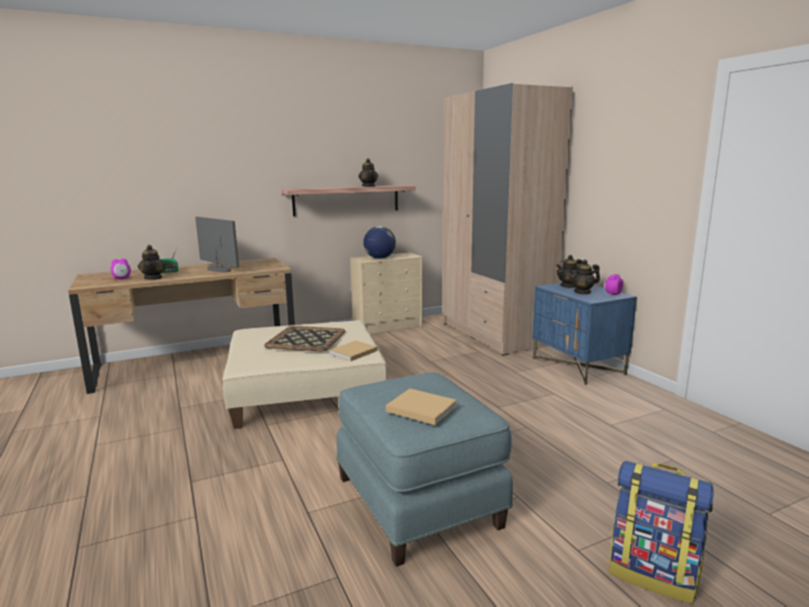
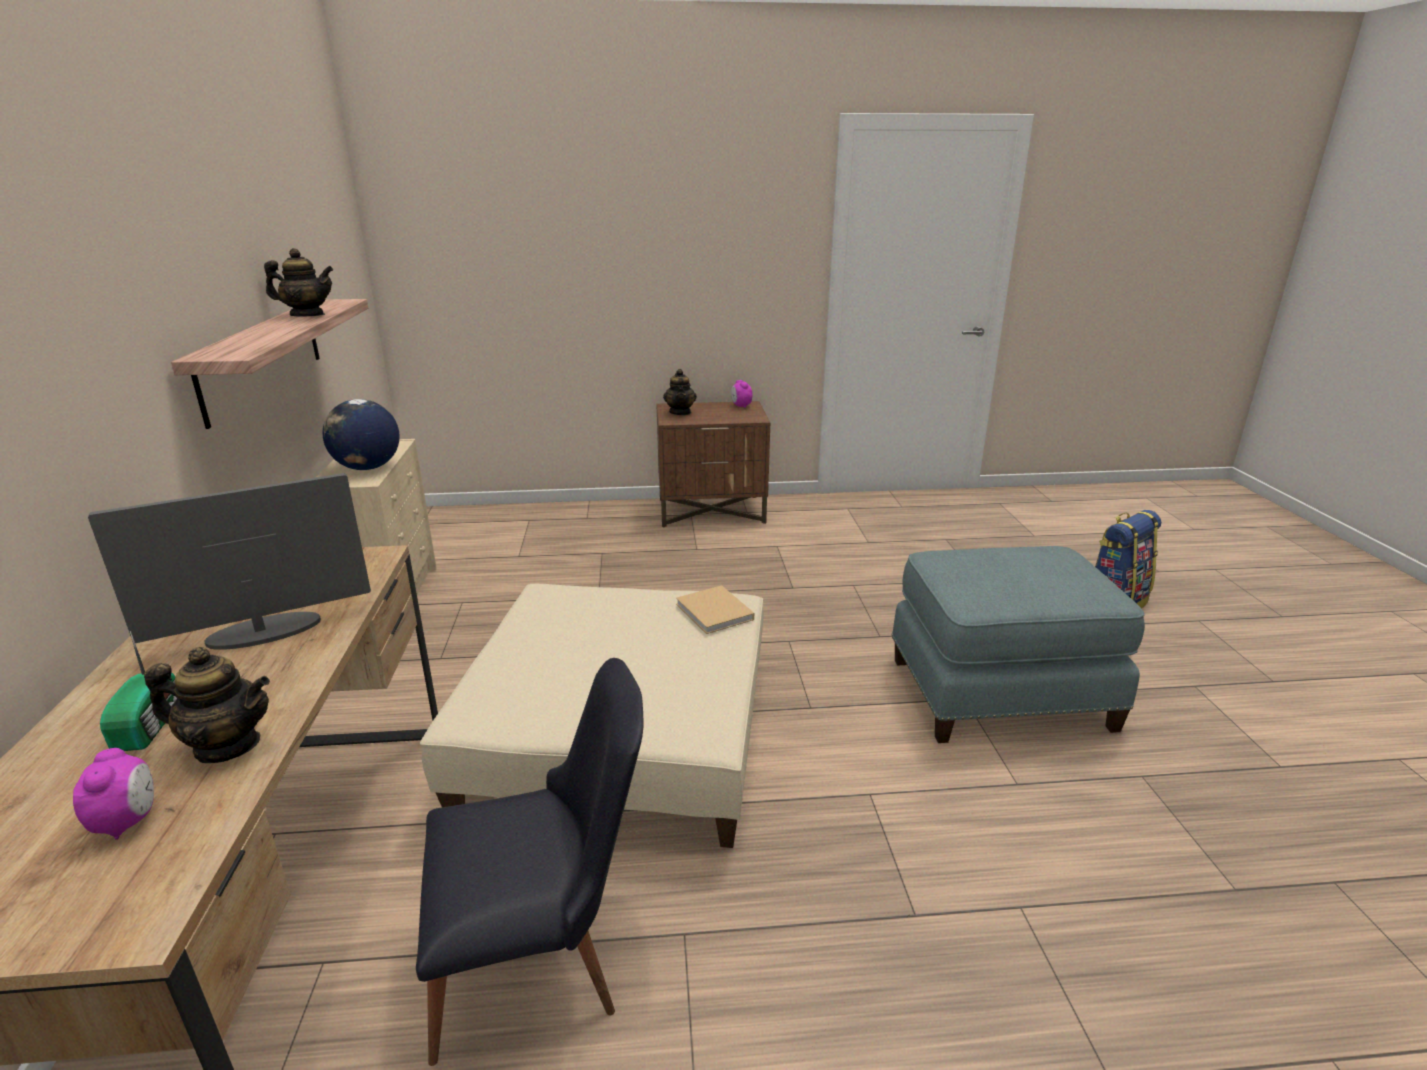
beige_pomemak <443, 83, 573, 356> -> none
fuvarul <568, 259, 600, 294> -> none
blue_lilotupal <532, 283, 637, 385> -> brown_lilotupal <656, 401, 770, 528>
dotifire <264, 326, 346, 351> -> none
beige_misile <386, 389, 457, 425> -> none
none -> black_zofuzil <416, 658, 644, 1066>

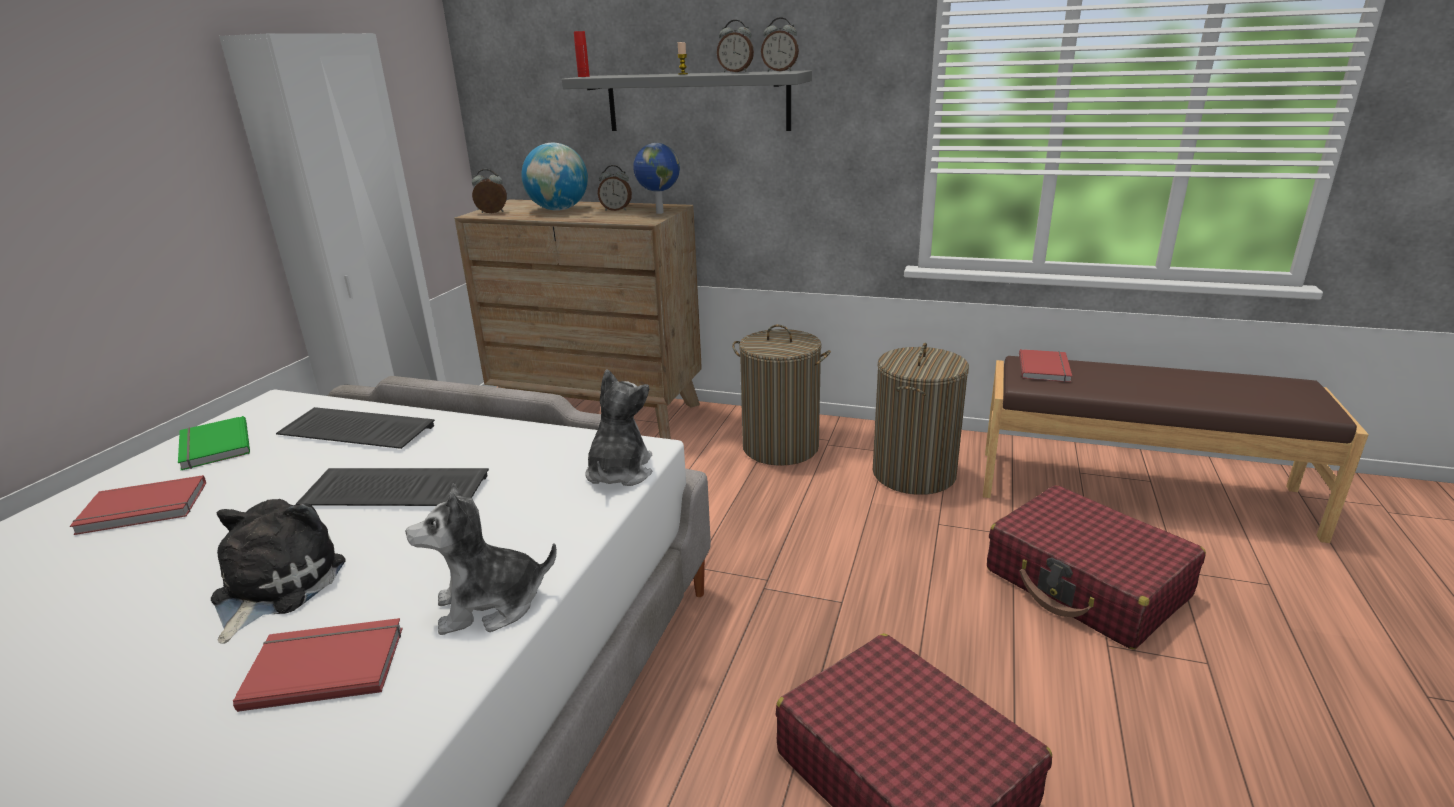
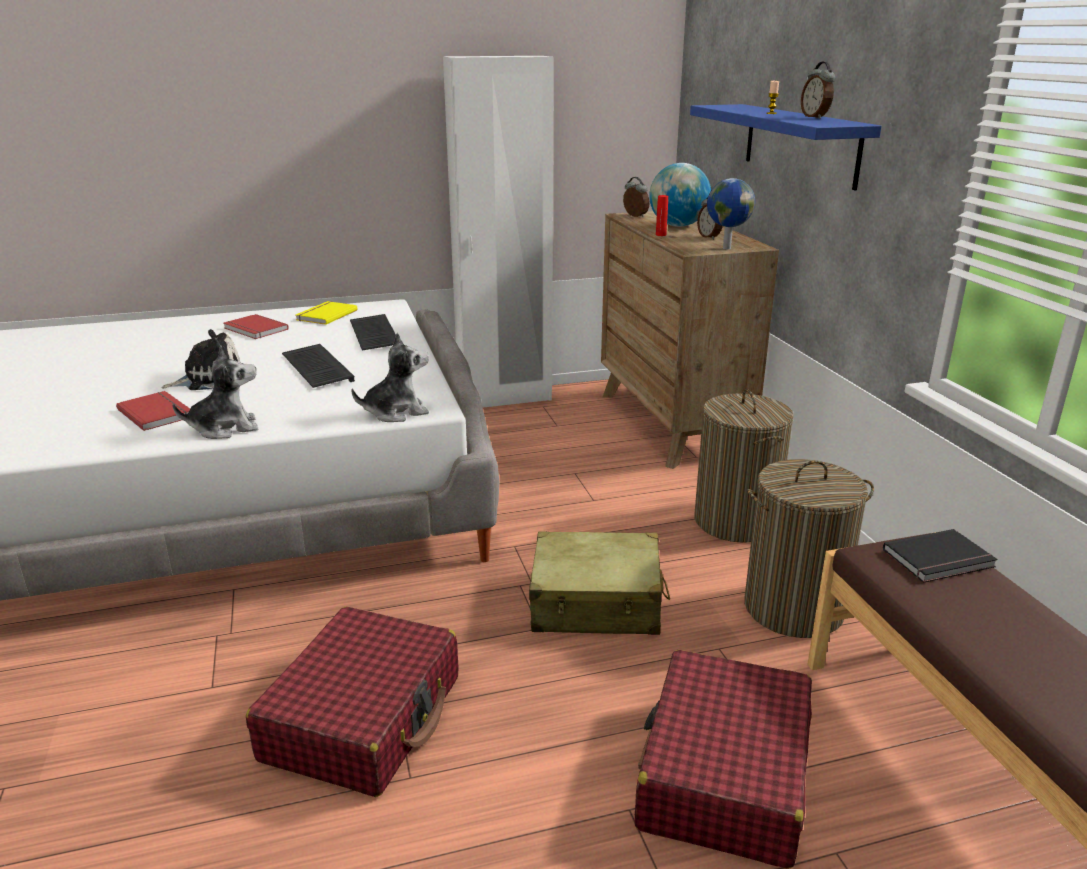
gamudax <761, 17, 799, 72> -> none
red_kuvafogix <574, 31, 590, 77> -> red_kuvafogix <656, 195, 668, 236>, relocated
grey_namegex <562, 70, 812, 131> -> blue_namegex <690, 104, 882, 190>
red_misile <1019, 349, 1072, 382> -> black_misile <883, 529, 998, 583>
green_misile <178, 416, 250, 470> -> yellow_misile <296, 301, 357, 325>
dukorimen <405, 484, 557, 635> -> dukorimen <173, 346, 258, 439>, 120 degrees clockwise
none -> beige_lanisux <529, 532, 670, 635>

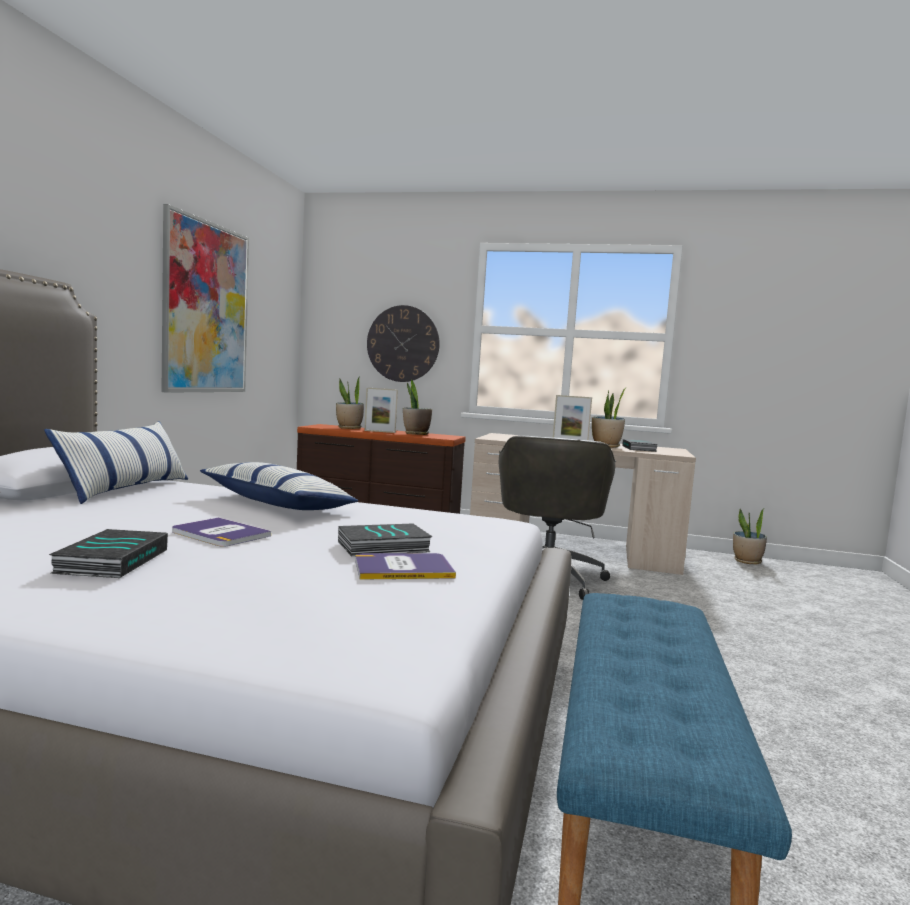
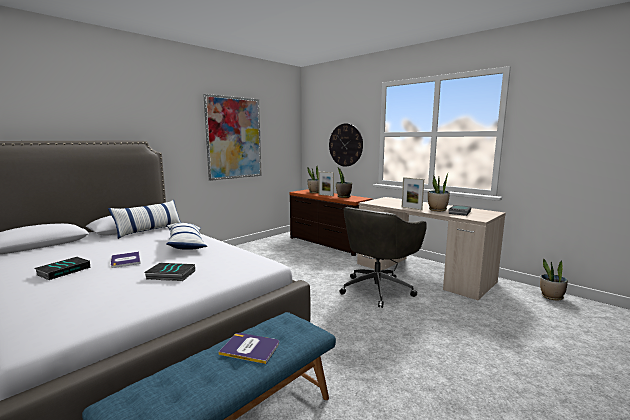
misile <355, 553, 456, 580> -> misile <219, 333, 279, 364>, relocated

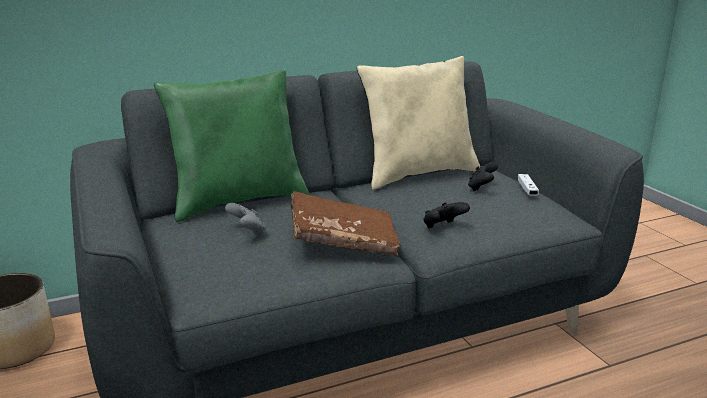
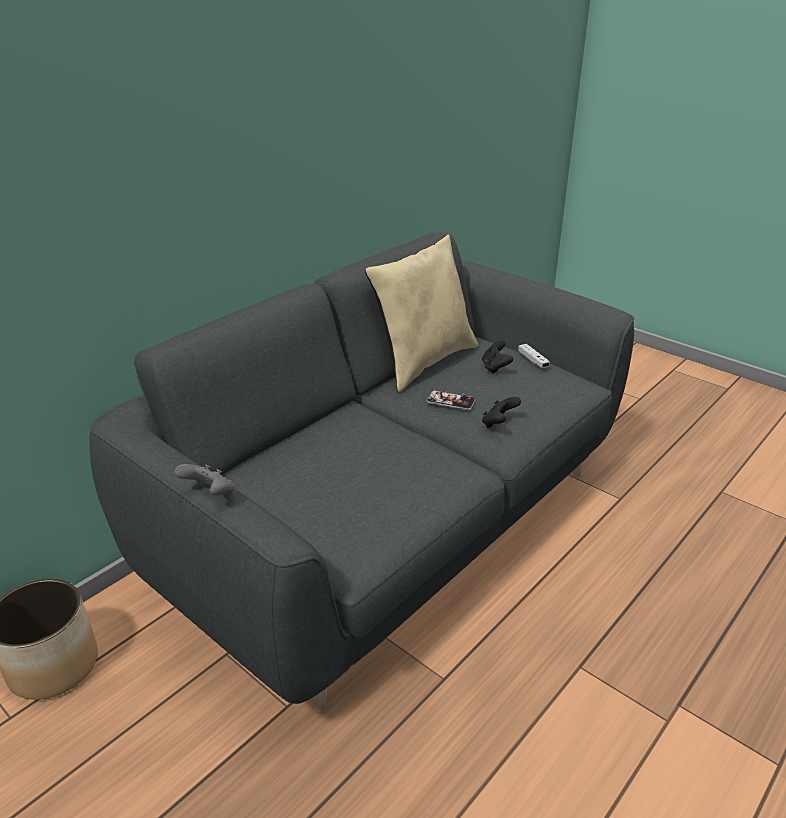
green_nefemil <154, 69, 310, 222> -> none
brown_misile <290, 191, 401, 257> -> none
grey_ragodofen <225, 203, 266, 236> -> grey_ragodofen <174, 464, 235, 497>, relocated
none -> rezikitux <426, 389, 475, 410>

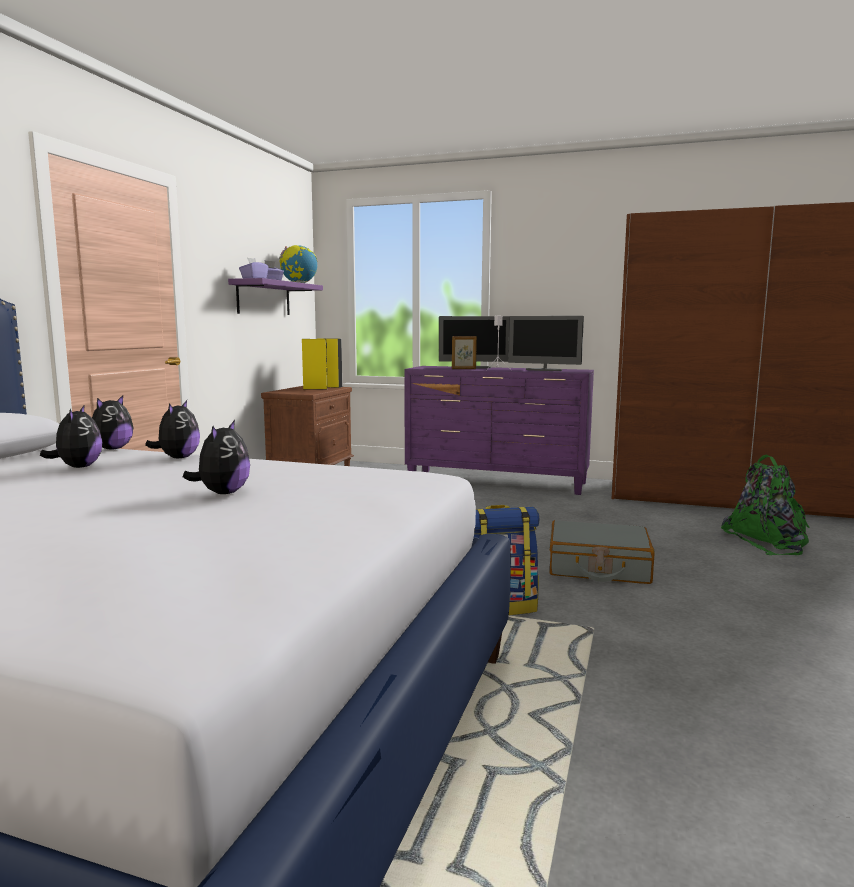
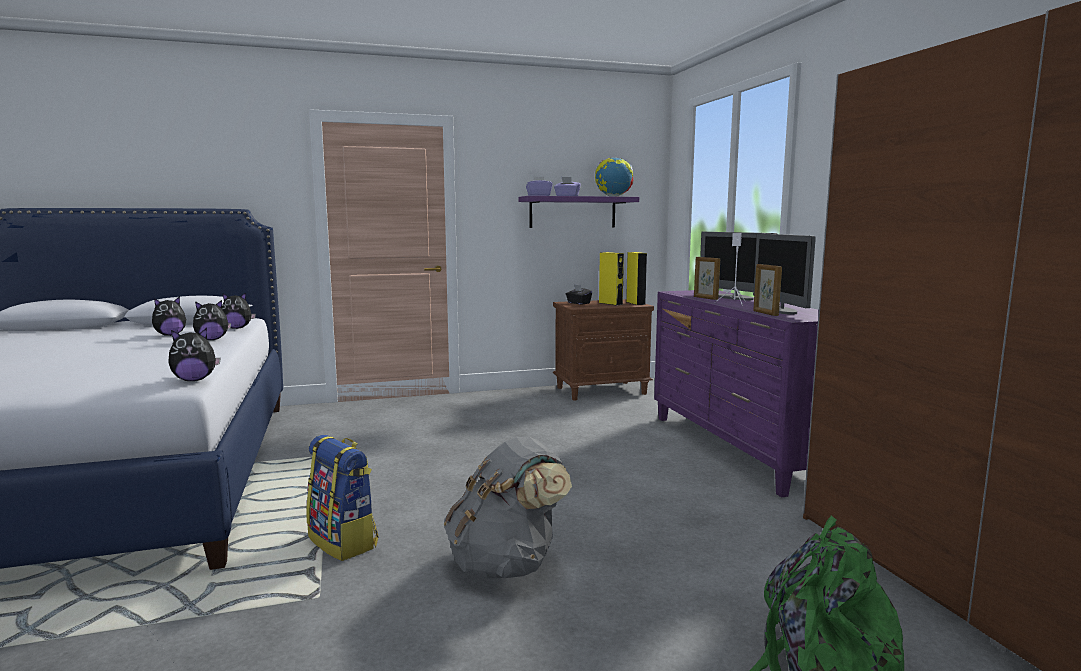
dukorimen <183, 420, 250, 494> -> dukorimen <168, 328, 220, 381>, relocated
grey_lanisux <549, 520, 655, 584> -> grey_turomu <444, 436, 572, 579>
none -> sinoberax <753, 264, 782, 316>
none -> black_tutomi <566, 285, 592, 305>

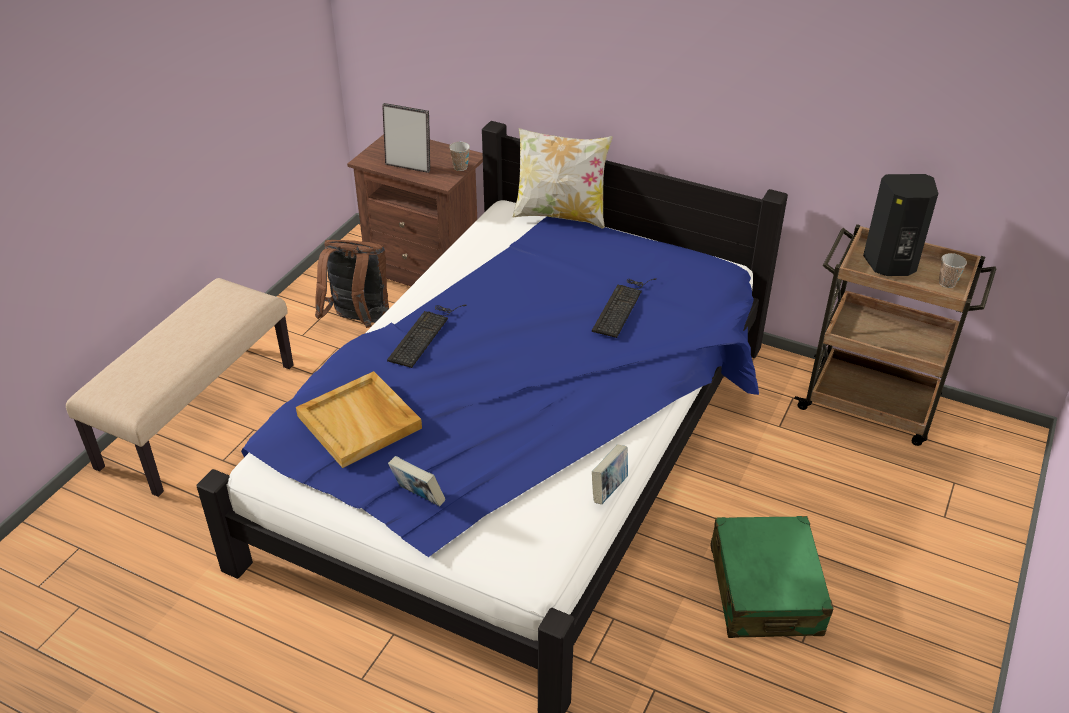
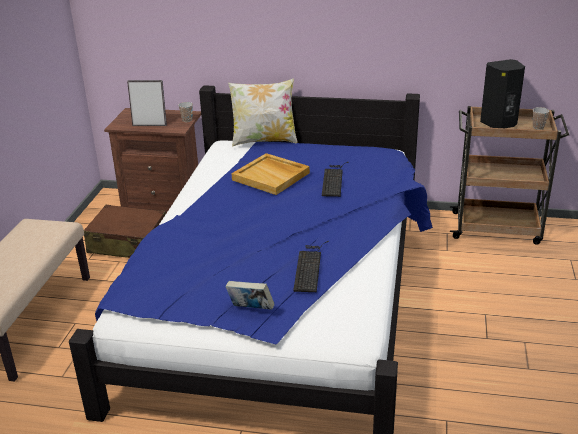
brown_turomu <315, 240, 389, 328> -> brown_lanisux <84, 205, 166, 258>
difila <387, 305, 467, 368> -> difila <293, 241, 329, 292>, relocated
beige_dotifire <296, 371, 422, 468> -> beige_dotifire <232, 153, 310, 195>, relocated
misile <592, 444, 628, 504> -> none
green_lanisux <710, 516, 833, 638> -> none

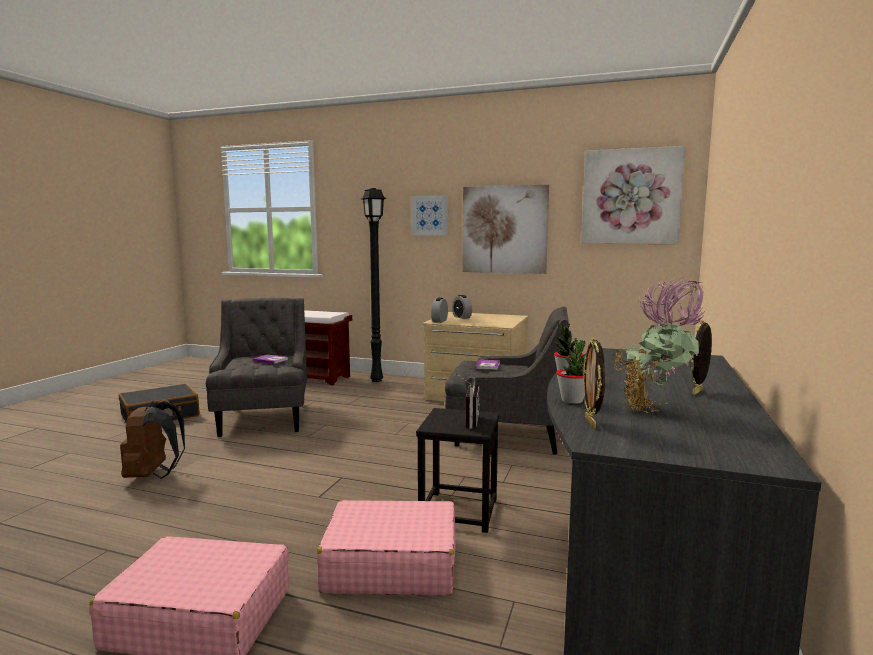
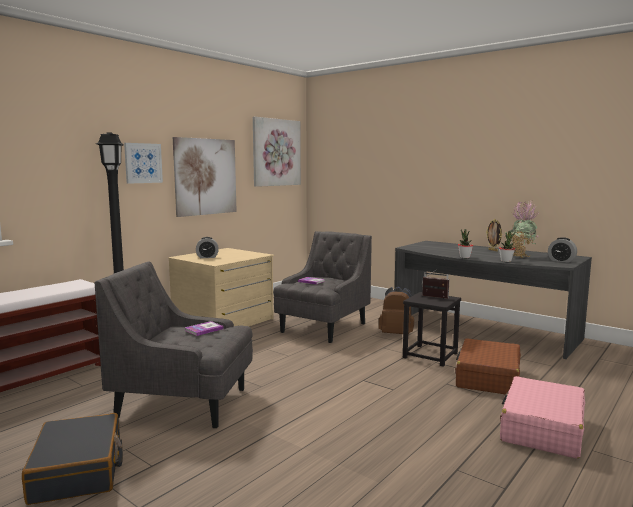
gamudax <431, 298, 448, 323> -> gamudax <548, 237, 577, 263>, relocated
sinoberax <583, 337, 605, 429> -> none
brown_turomu <120, 401, 185, 479> -> brown_turomu <379, 286, 414, 334>, relocated
pink_lanisux <317, 500, 455, 595> -> brown_lanisux <455, 338, 521, 395>

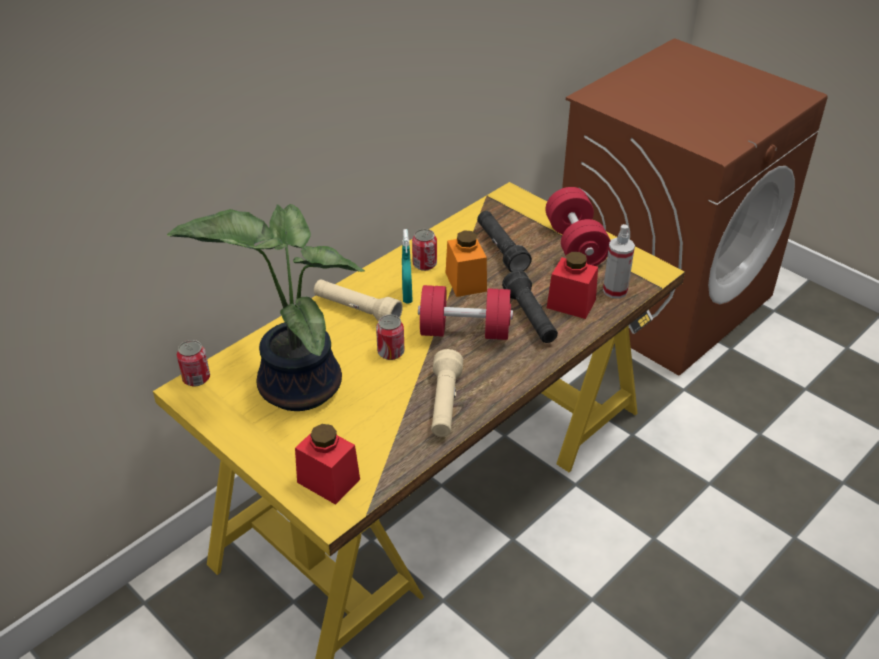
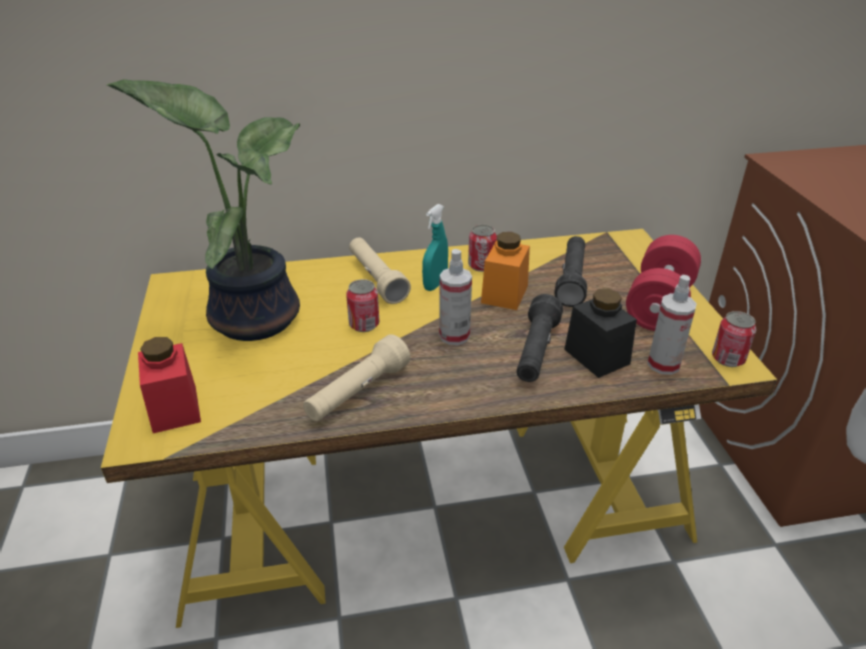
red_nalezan <547, 252, 598, 319> -> black_nalezan <564, 288, 637, 378>
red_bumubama <418, 285, 513, 340> -> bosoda <439, 249, 472, 345>
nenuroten <177, 340, 210, 386> -> nenuroten <712, 311, 756, 367>, relocated

